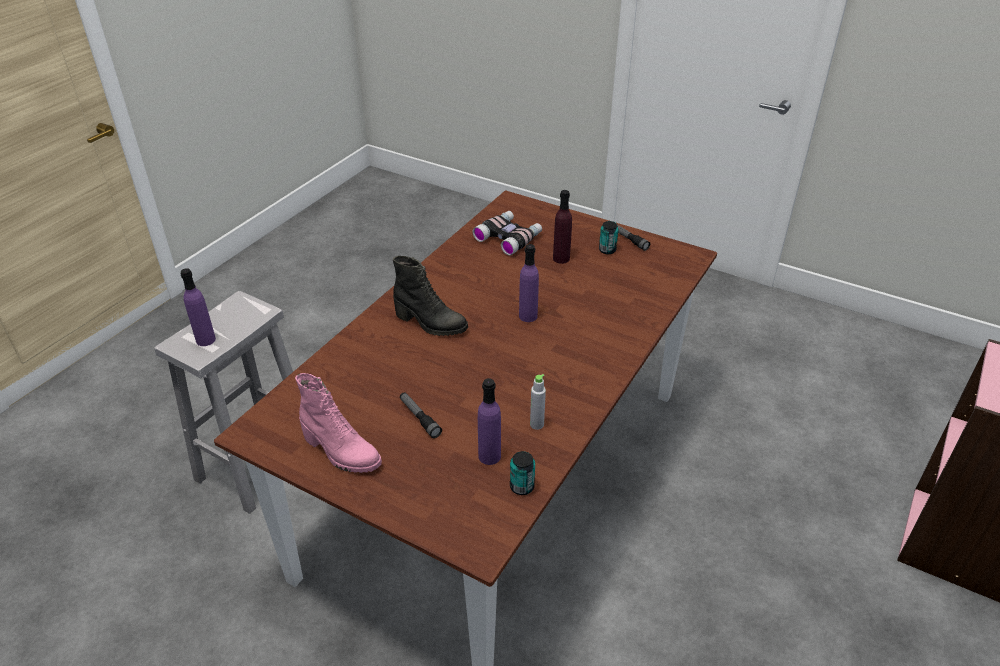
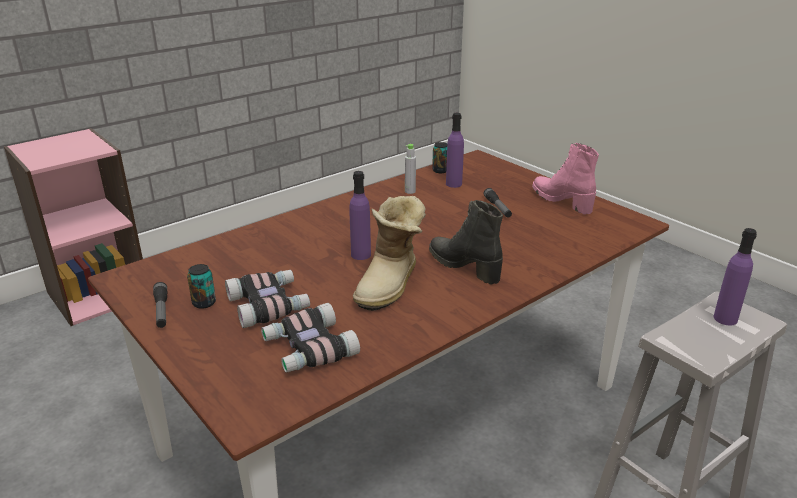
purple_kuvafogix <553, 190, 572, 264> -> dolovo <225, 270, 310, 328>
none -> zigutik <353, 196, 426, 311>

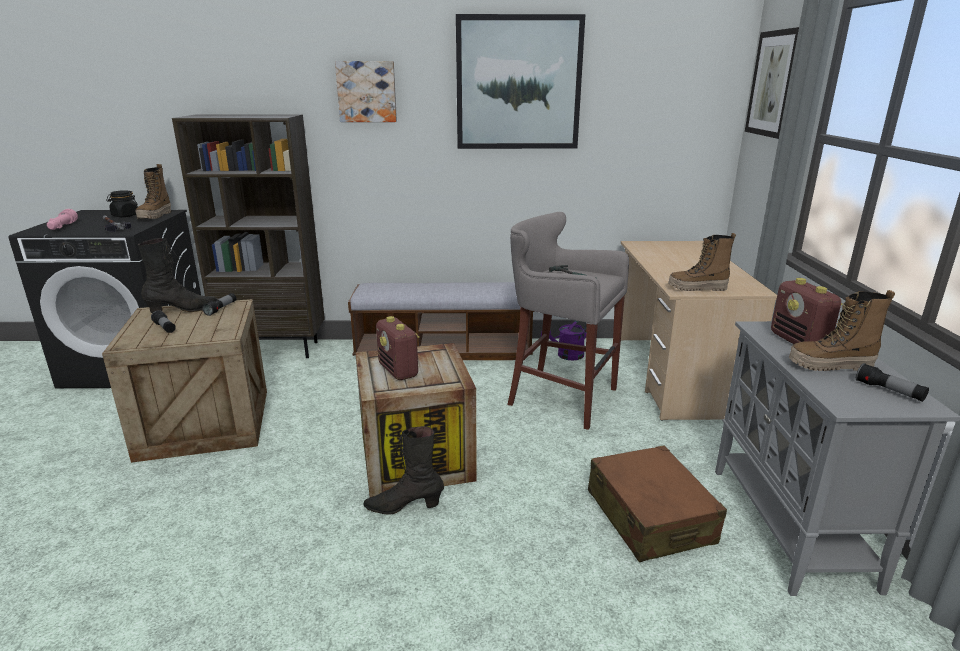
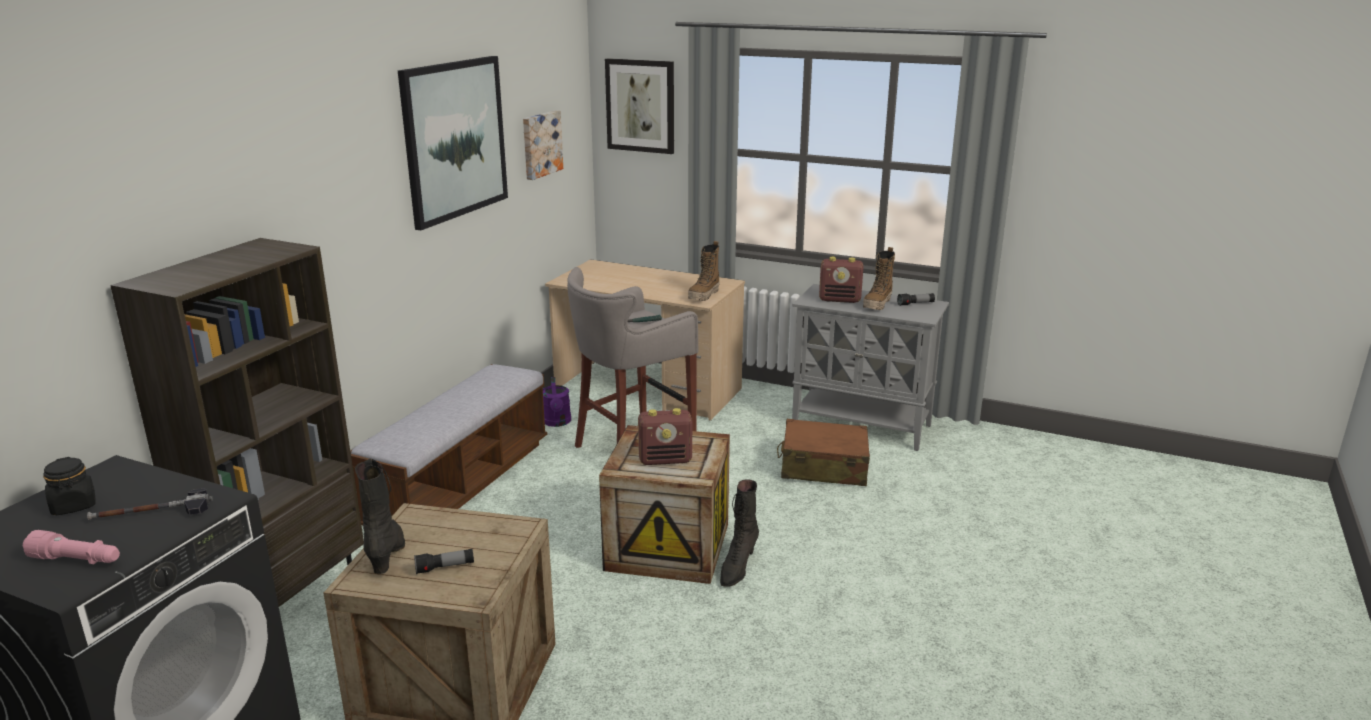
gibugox <335, 61, 397, 122> -> gibugox <523, 110, 563, 180>, relocated
zigutik <135, 164, 171, 219> -> none
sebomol <202, 293, 236, 316> -> none

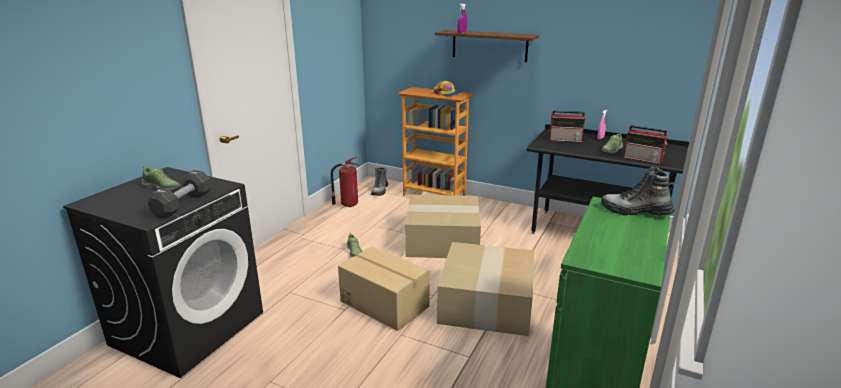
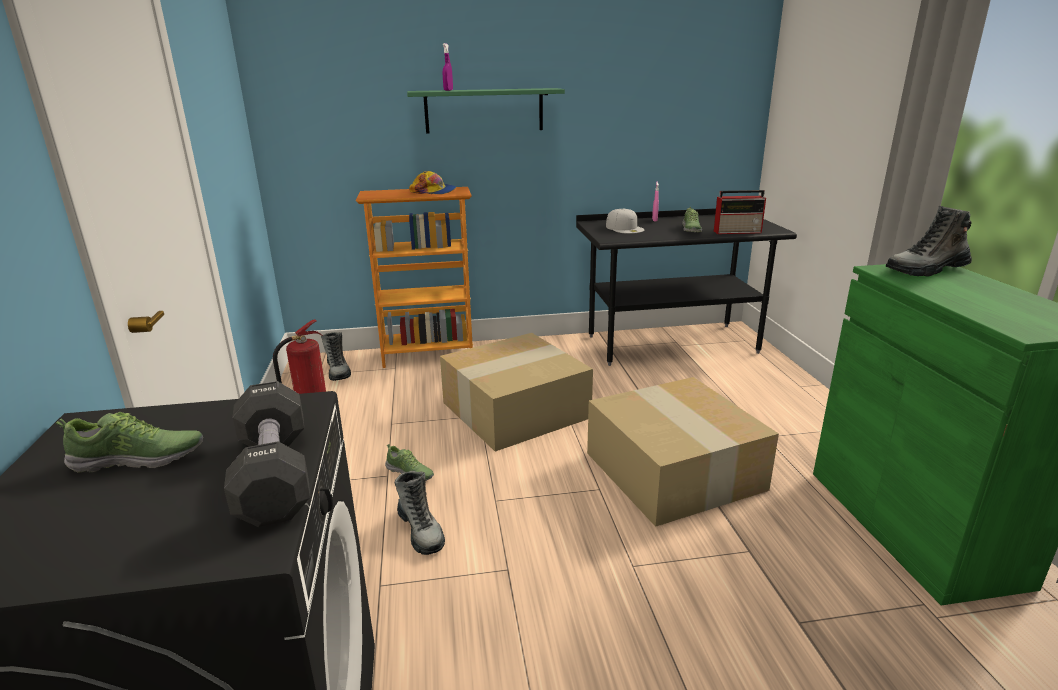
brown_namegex <435, 30, 539, 62> -> green_namegex <407, 88, 565, 133>
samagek <549, 111, 586, 142> -> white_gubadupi <606, 209, 644, 234>
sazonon <338, 247, 430, 331> -> none
none -> zigutik <395, 471, 445, 555>

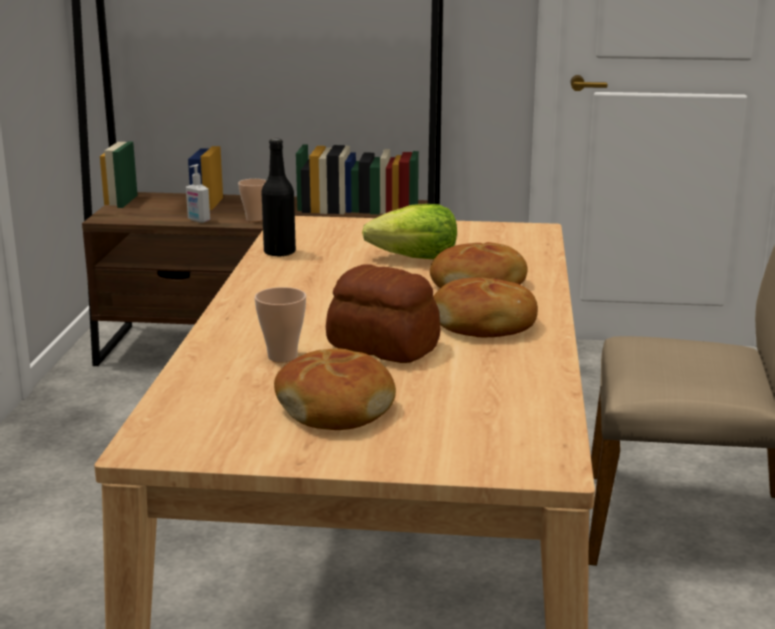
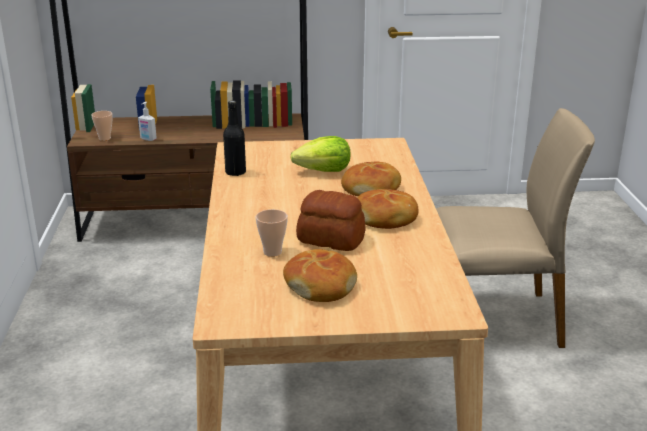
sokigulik <238, 179, 267, 222> -> sokigulik <91, 111, 113, 141>, relocated

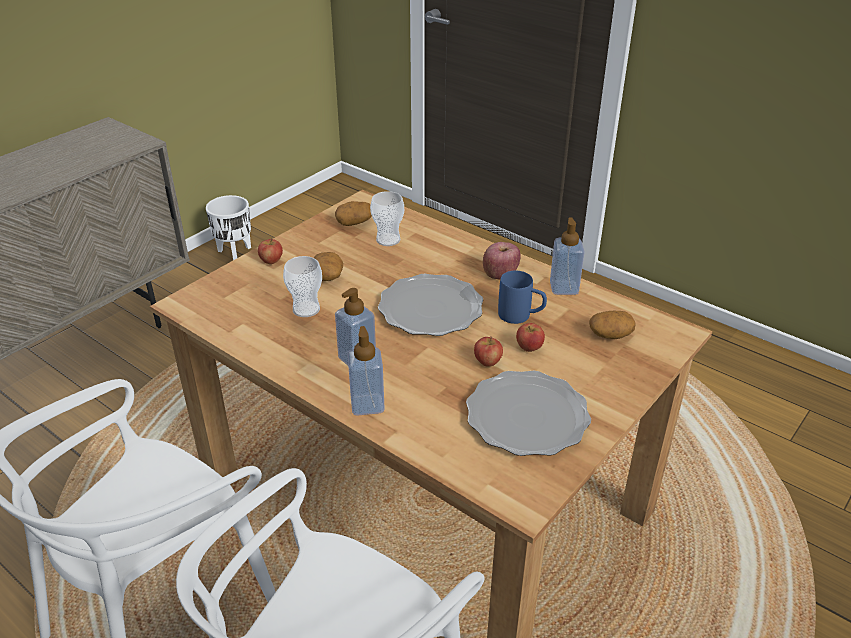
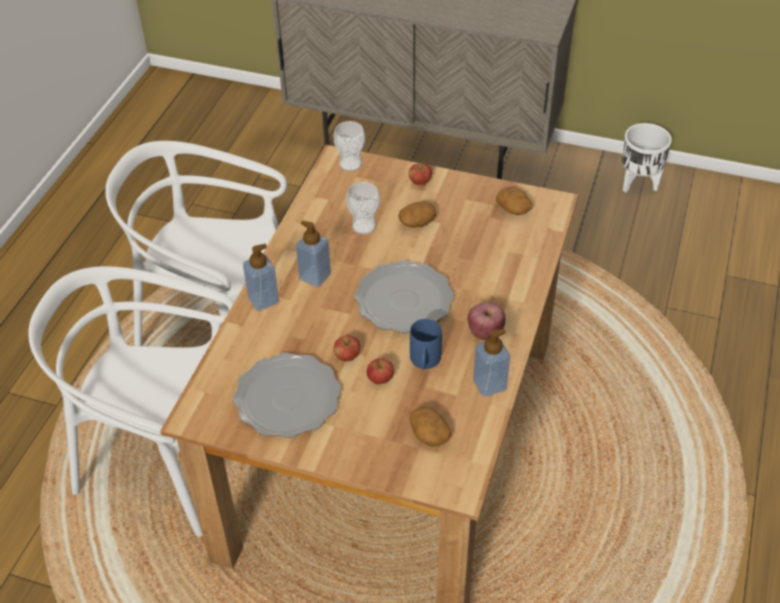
sokigulik <370, 191, 404, 246> -> sokigulik <334, 121, 365, 171>, relocated

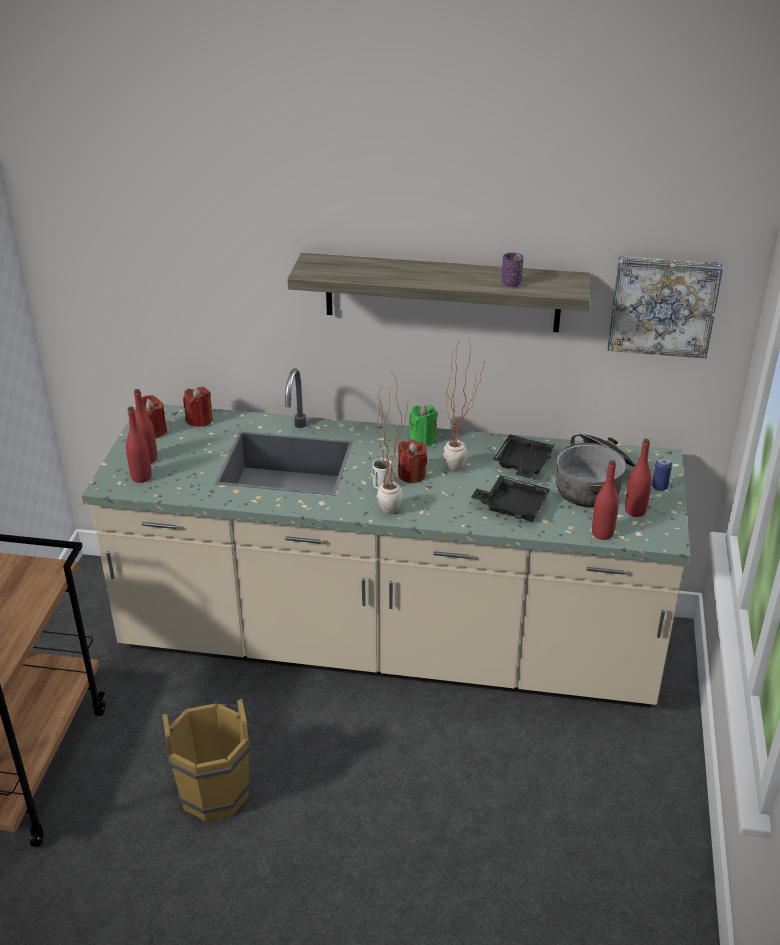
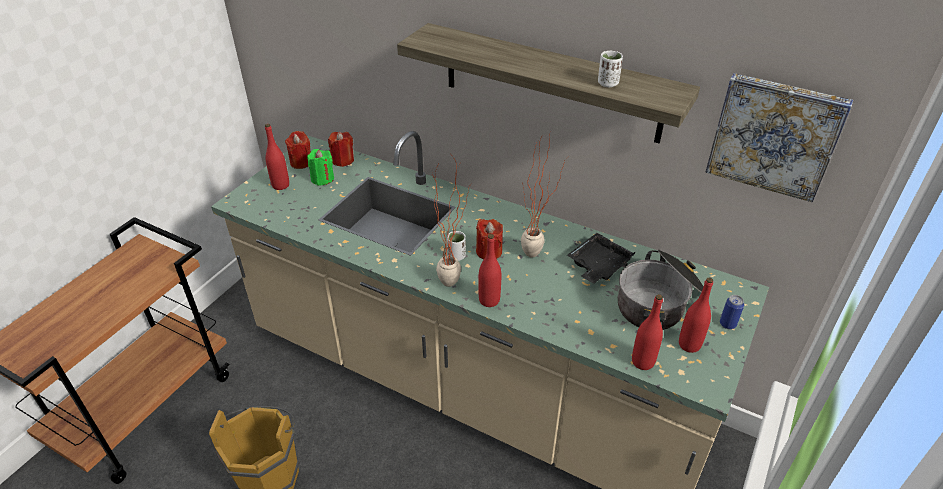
purple_sokigulik <502, 253, 523, 287> -> white_sokigulik <598, 51, 623, 87>
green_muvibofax <409, 405, 438, 446> -> green_muvibofax <307, 149, 334, 186>, relocated
red_kuvafogix <126, 406, 152, 483> -> red_kuvafogix <478, 234, 501, 307>, relocated
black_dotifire <471, 475, 551, 521> -> none

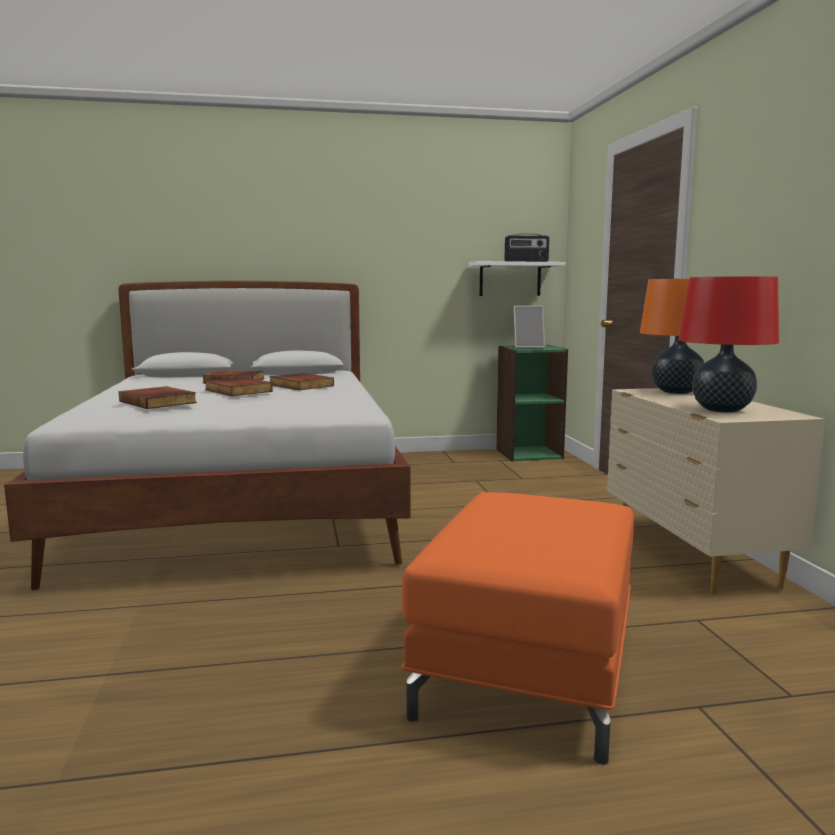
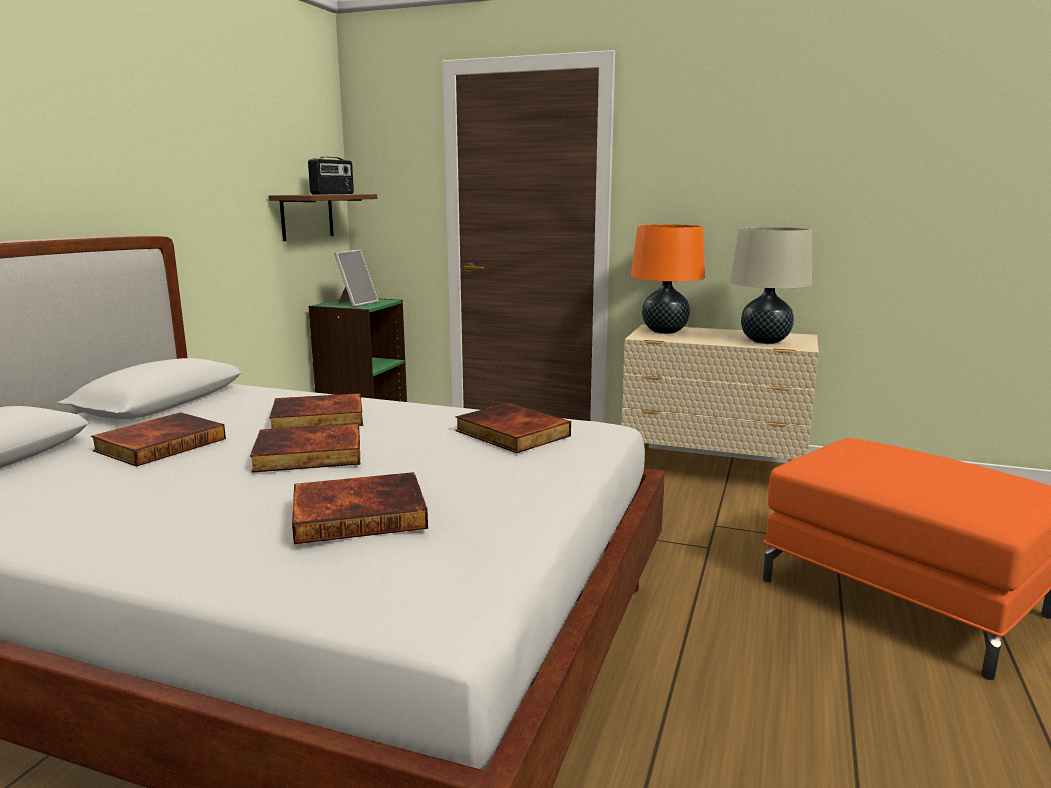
white_namegex <468, 261, 566, 296> -> brown_namegex <268, 194, 377, 241>
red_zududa <678, 276, 779, 413> -> beige_zududa <730, 227, 812, 344>
none -> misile <455, 403, 571, 453>

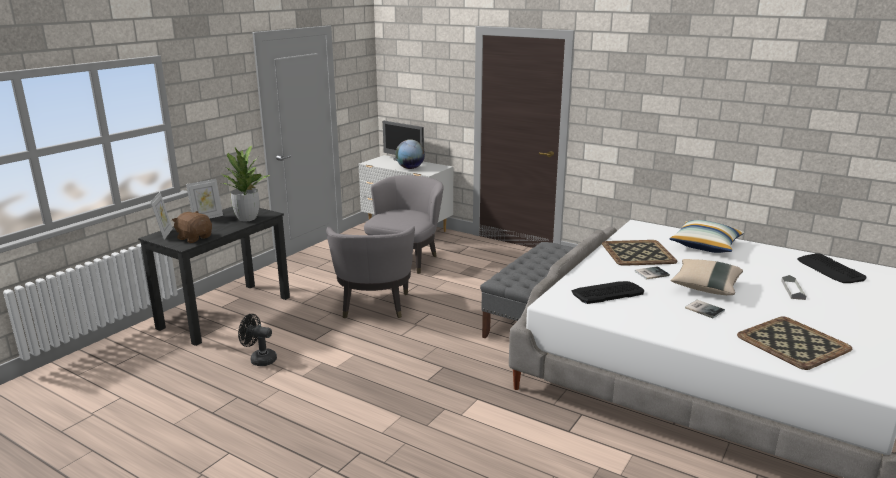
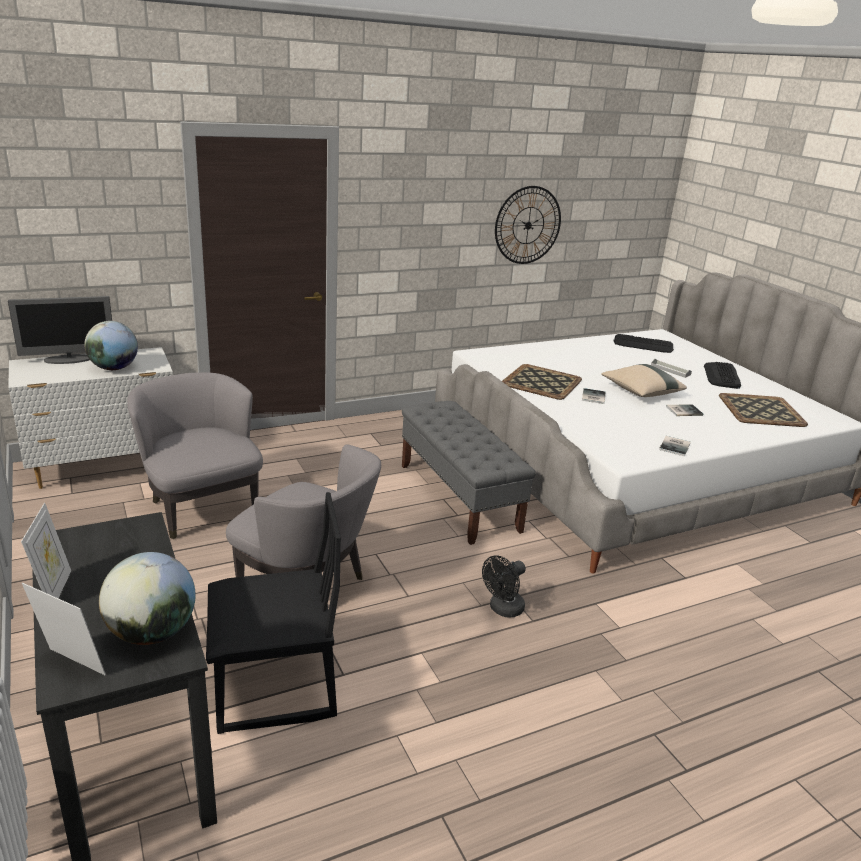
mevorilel <222, 145, 270, 221> -> none
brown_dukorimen <172, 211, 212, 243> -> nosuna <99, 552, 196, 645>
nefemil <670, 220, 744, 253> -> none
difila <571, 281, 644, 304> -> difila <704, 362, 741, 389>, relocated
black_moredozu <238, 314, 277, 366> -> black_moredozu <482, 555, 526, 618>, relocated
none -> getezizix <495, 186, 561, 264>
none -> misile <659, 436, 691, 456>
none -> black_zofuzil <206, 492, 341, 734>

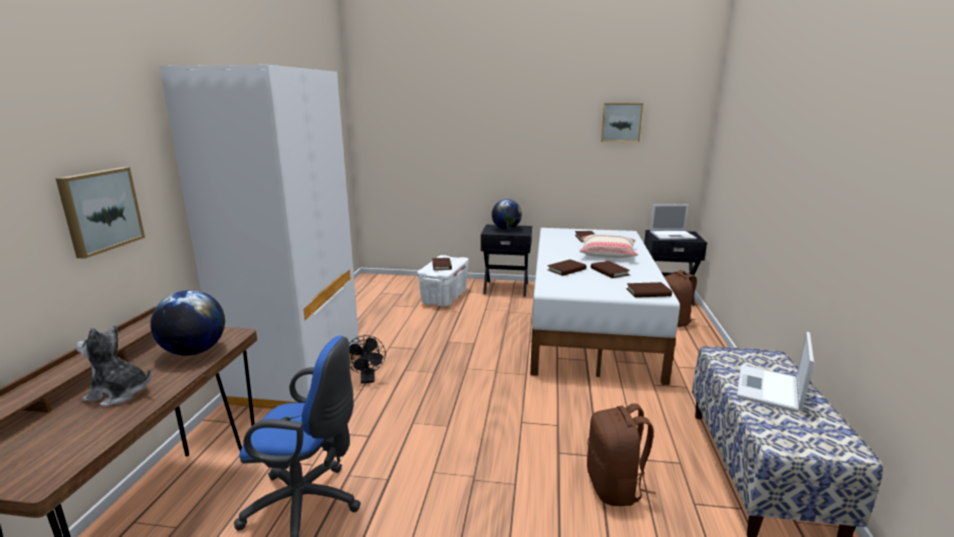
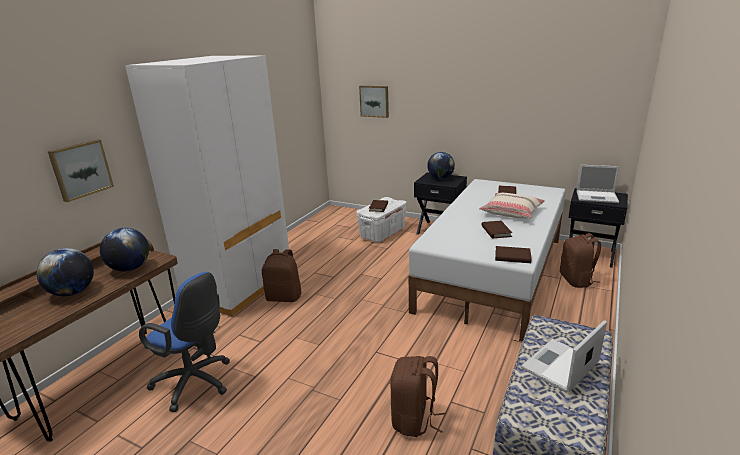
gibugox <601, 103, 643, 142> -> gibugox <359, 86, 389, 118>, relocated
brown_misile <547, 259, 586, 276> -> none
dukorimen <76, 325, 151, 407> -> nosuna <37, 248, 94, 297>
black_moredozu <349, 335, 386, 384> -> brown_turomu <262, 249, 302, 302>

